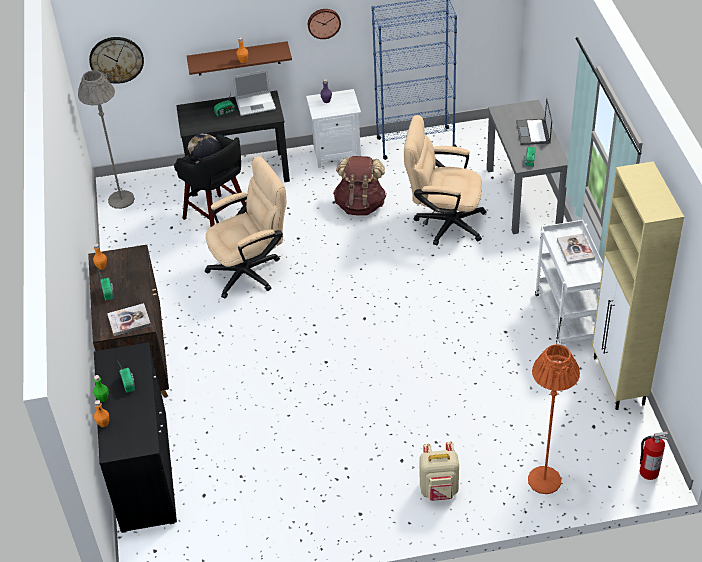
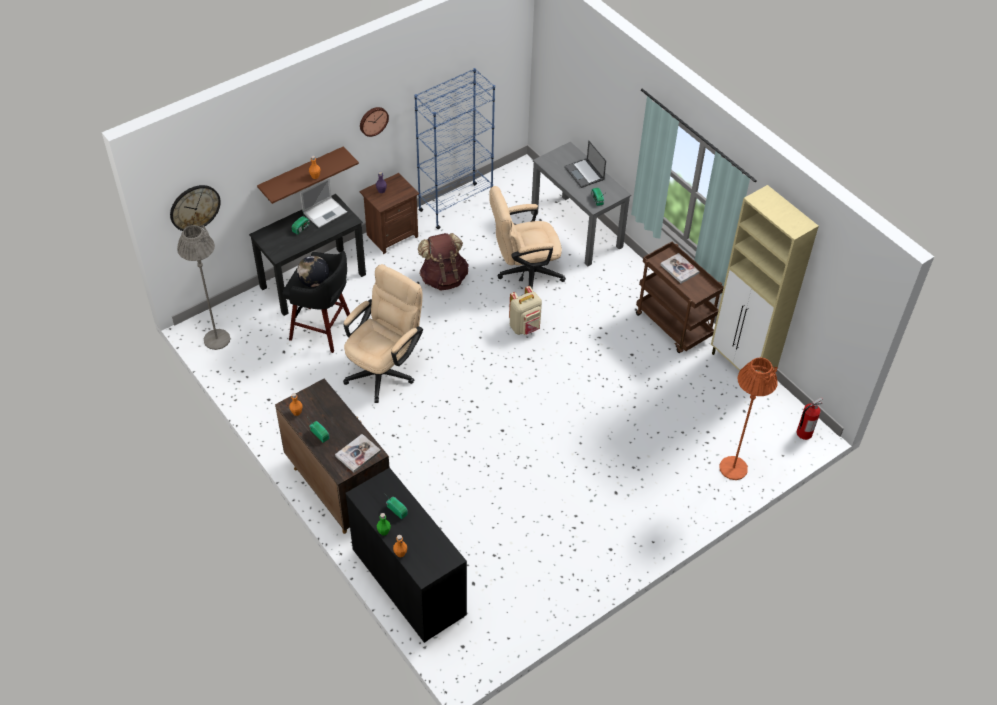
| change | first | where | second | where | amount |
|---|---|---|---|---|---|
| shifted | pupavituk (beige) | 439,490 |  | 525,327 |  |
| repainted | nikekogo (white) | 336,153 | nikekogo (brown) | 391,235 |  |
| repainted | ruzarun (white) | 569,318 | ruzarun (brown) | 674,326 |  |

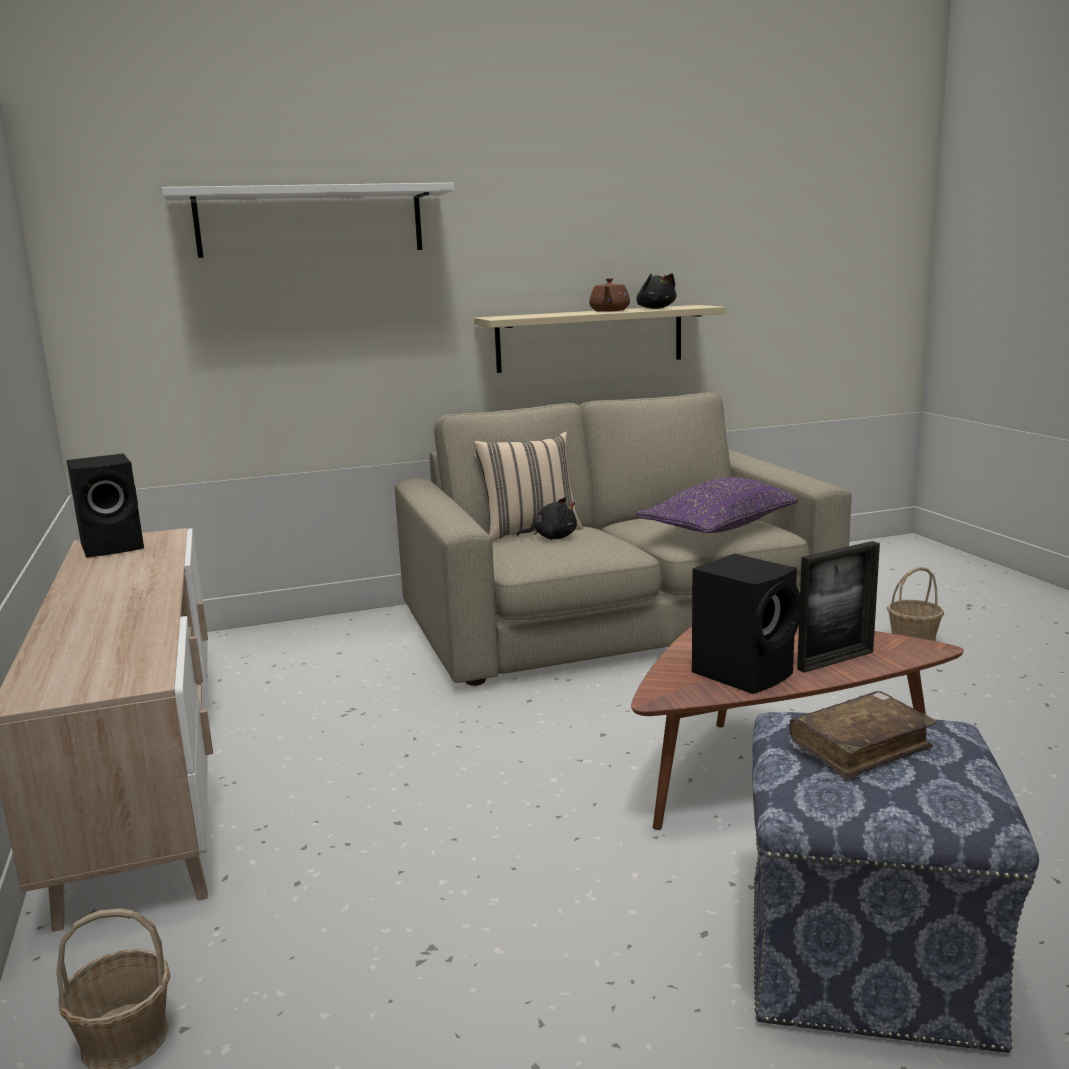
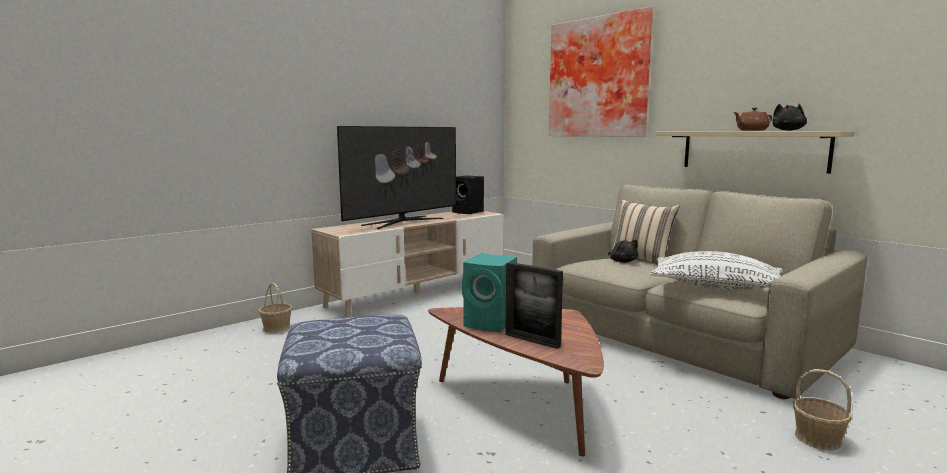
| change | first | where | second | where | amount |
|---|---|---|---|---|---|
| gone | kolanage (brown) | 860,747 |  |  |  |
| new |  |  | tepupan | 402,222 |  |
| swapped | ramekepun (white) | 310,222 | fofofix | 599,78 |  |
| repainted | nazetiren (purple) | 723,527 | nazetiren (white) | 716,287 |  |
| repainted | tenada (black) | 745,673 | tenada (turquoise) | 491,323 |  |

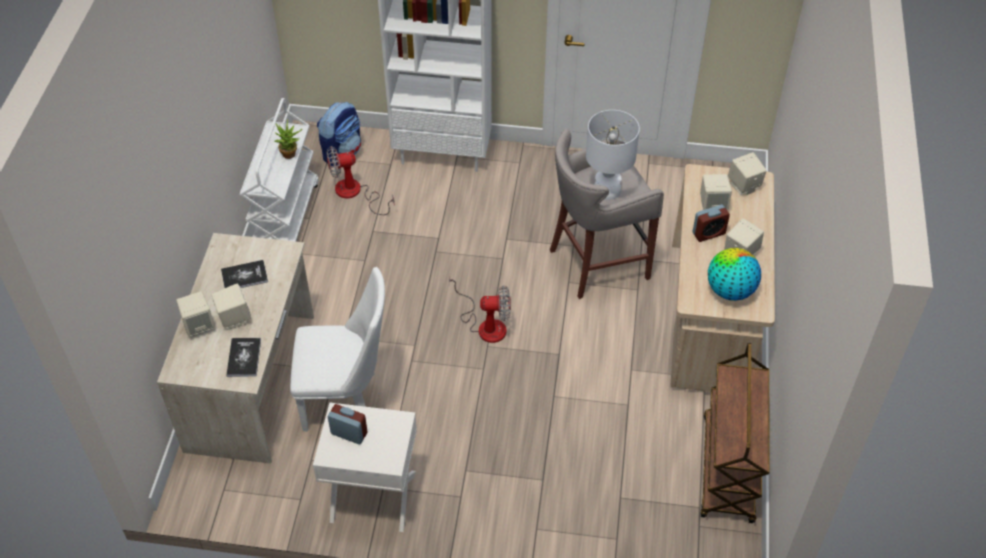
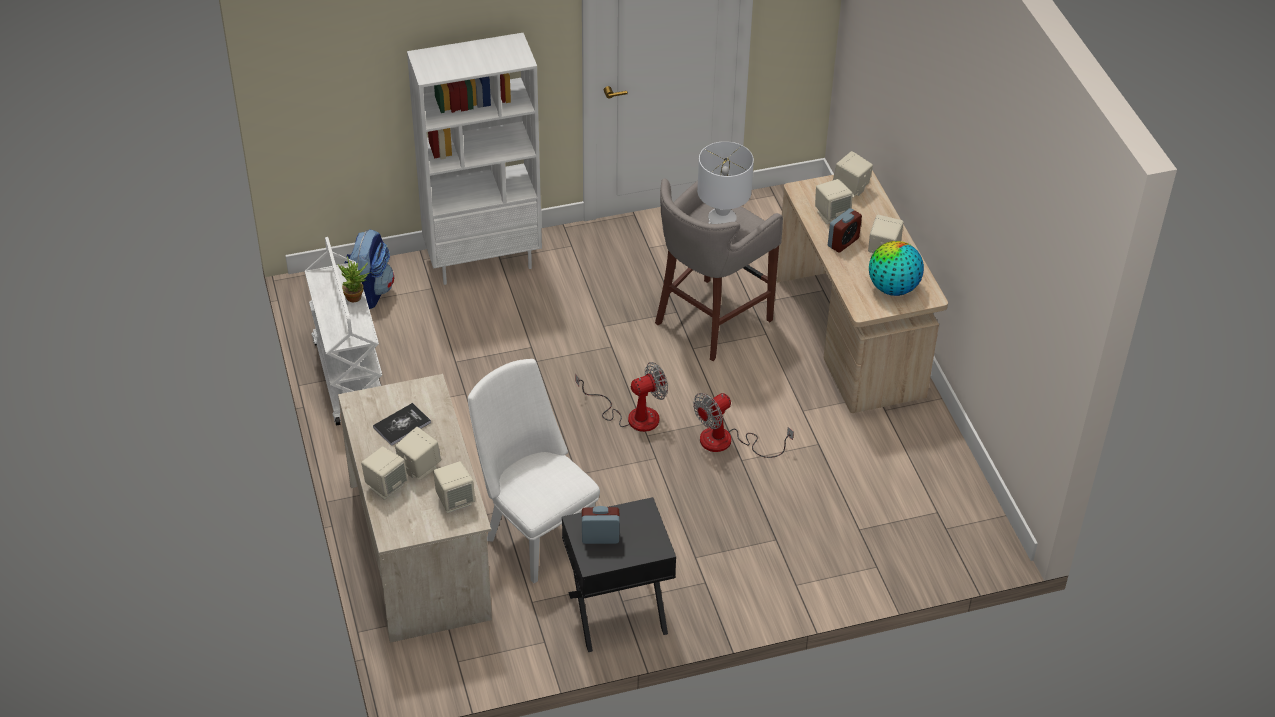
| change | first | where | second | where | amount |
|---|---|---|---|---|---|
| gone | ruzarun (brown) | 728,469 |  |  |  |
| shifted | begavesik | 355,193 |  | 727,442 |  |
| swapped | kolanage | 244,358 | tenada (beige) | 455,500 |  |
| repainted | nikekogo (white) | 373,497 | nikekogo (black) | 618,614 |  |
| rotated | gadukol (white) | 347,401 |  | 535,535 | 105 degrees counterclockwise |

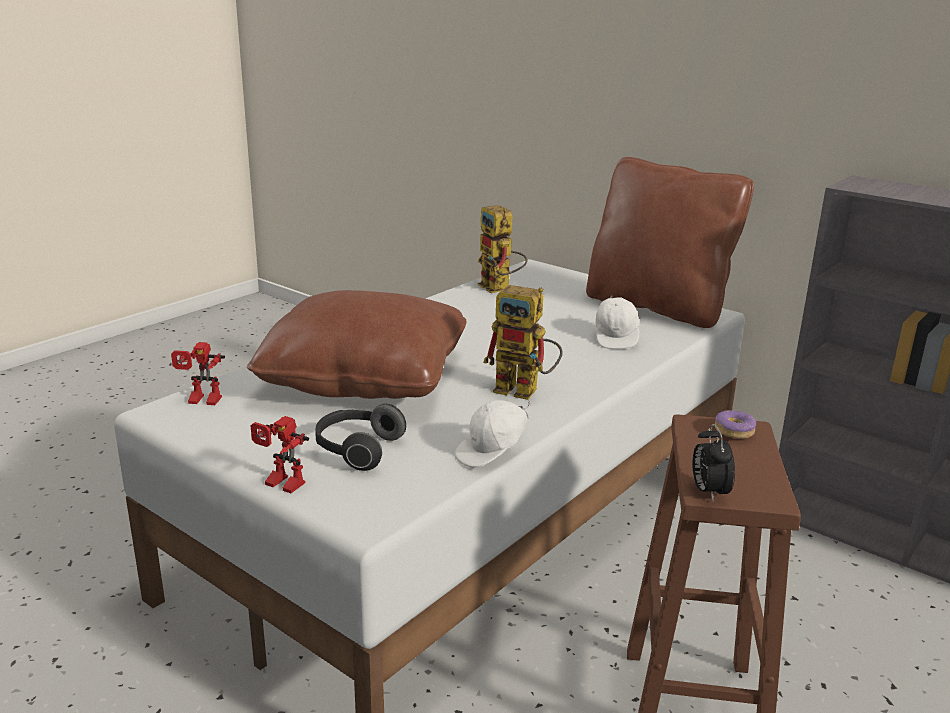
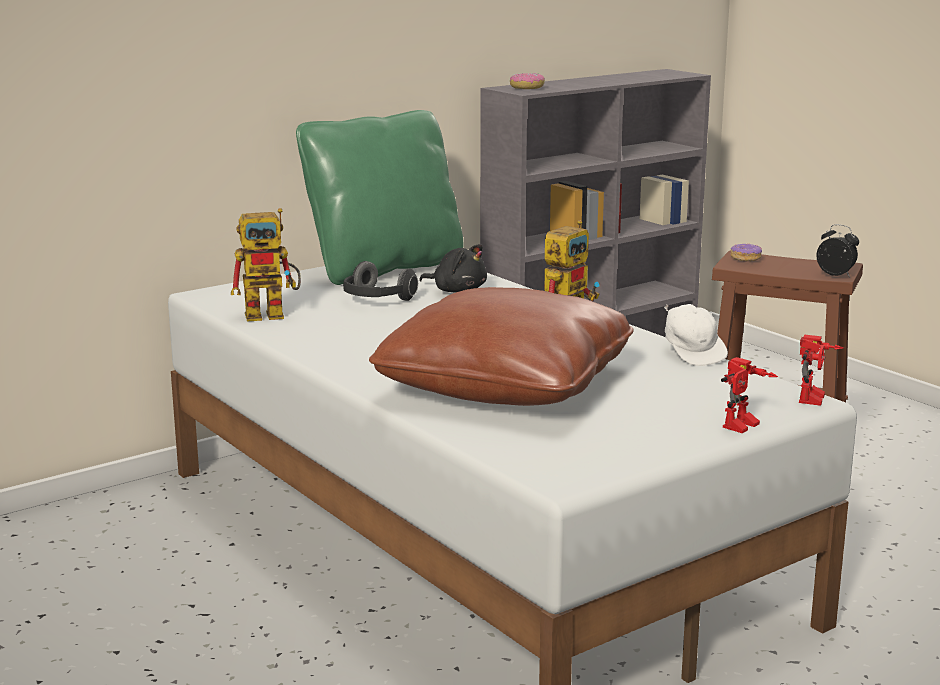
| change | first | where | second | where | amount |
|---|---|---|---|---|---|
| new |  |  | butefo | 527,87 |  |
| shifted | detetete | 201,401 |  | 816,400 |  |
| shifted | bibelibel | 357,450 |  | 376,300 |  |
| swapped | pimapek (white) | 616,338 | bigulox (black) | 457,291 |  |
| repainted | nazetiren (brown) | 657,307 | nazetiren (green) | 384,268 |  |
| rotated | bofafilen | 708,492 |  | 836,275 | 150 degrees counterclockwise |

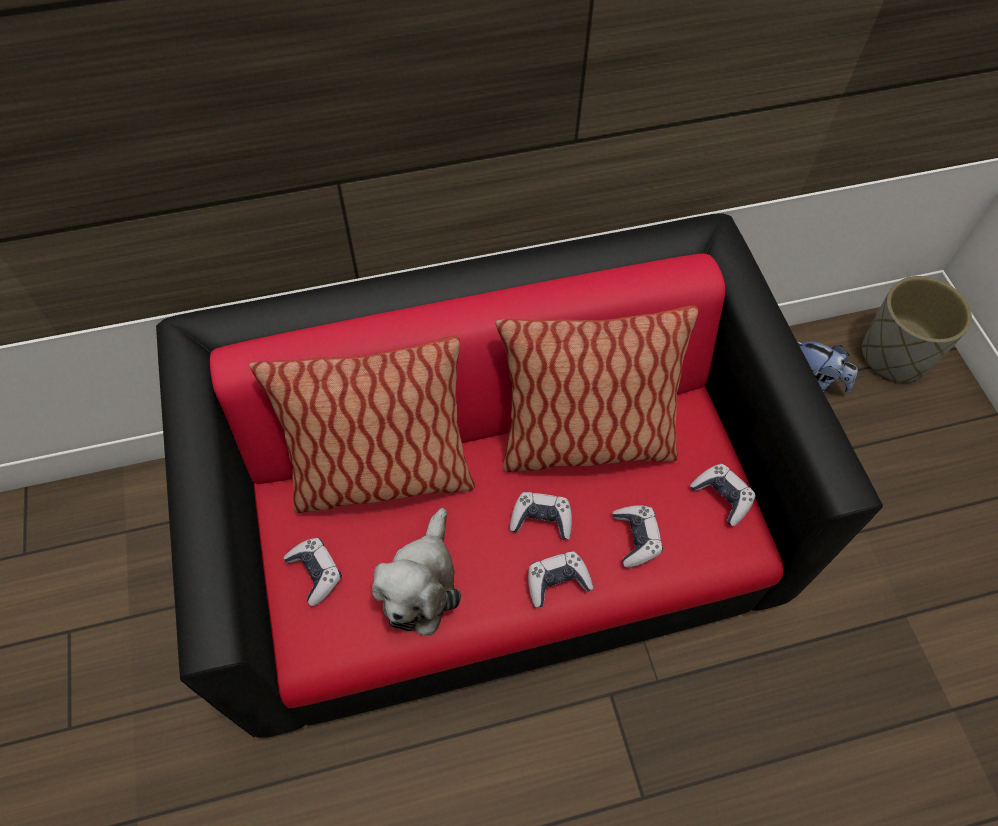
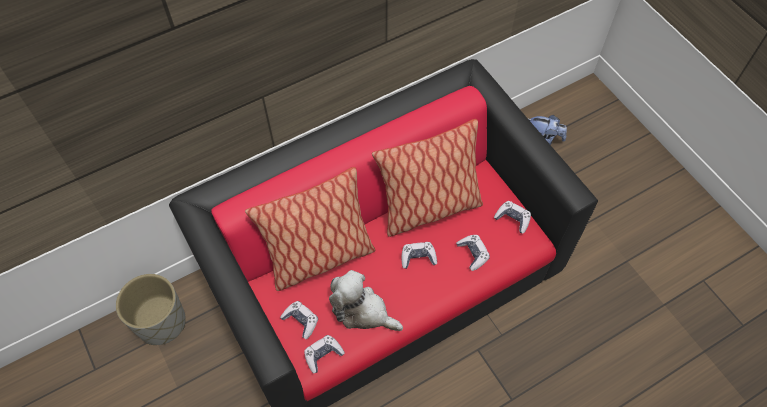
| change | first | where | second | where | amount |
|---|---|---|---|---|---|
| shifted | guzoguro | 557,581 |  | 323,355 |  |
| shifted | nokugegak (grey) | 895,355 |  | 161,322 |  |
| rotated | bigulox | 420,584 |  | 362,311 | 120 degrees clockwise |

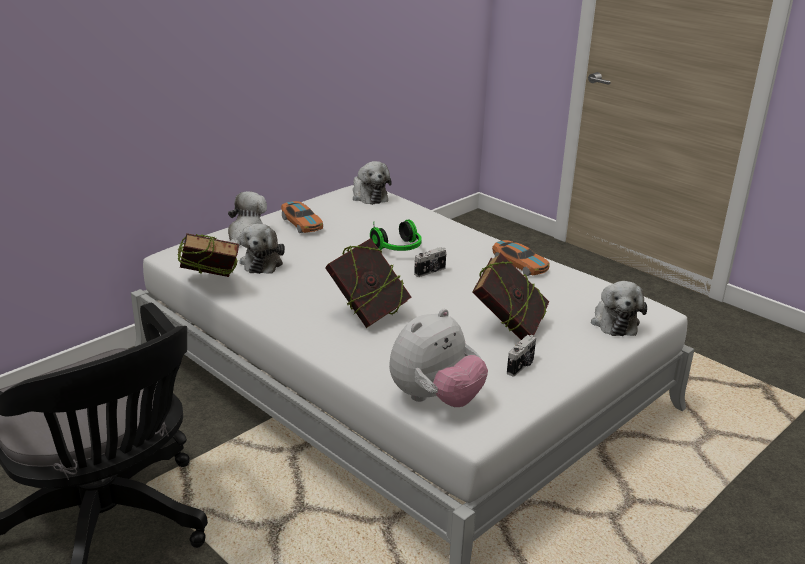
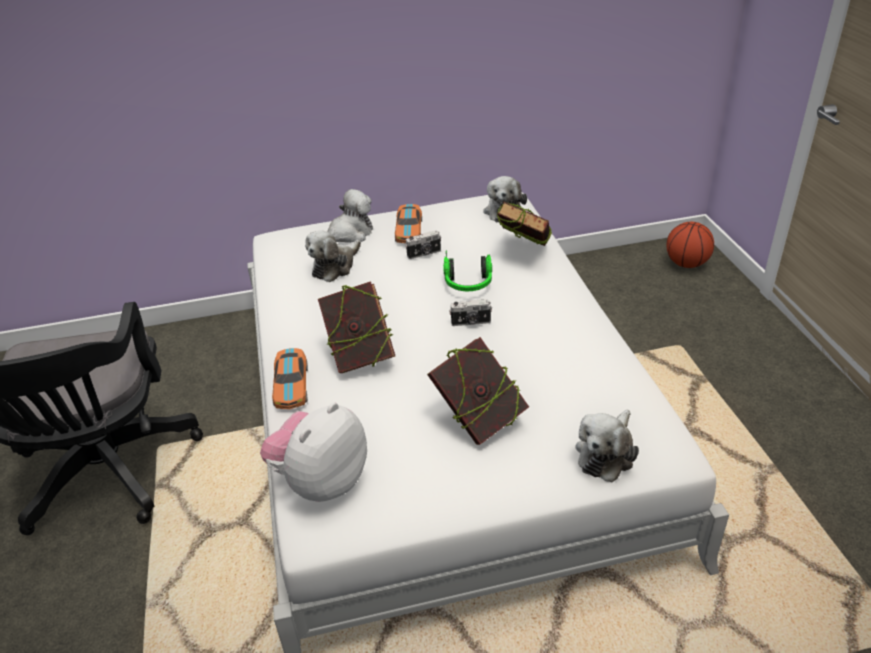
| change | first | where | second | where | amount |
|---|---|---|---|---|---|
| new |  |  | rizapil | 686,264 |  |
| shifted | kolanage | 211,286 |  | 523,252 |  |
| shifted | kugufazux | 520,264 |  | 291,385 |  |
| shifted | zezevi | 521,366 |  | 424,254 |  |
| rotated | bigulox | 435,399 |  | 321,481 | 135 degrees clockwise |

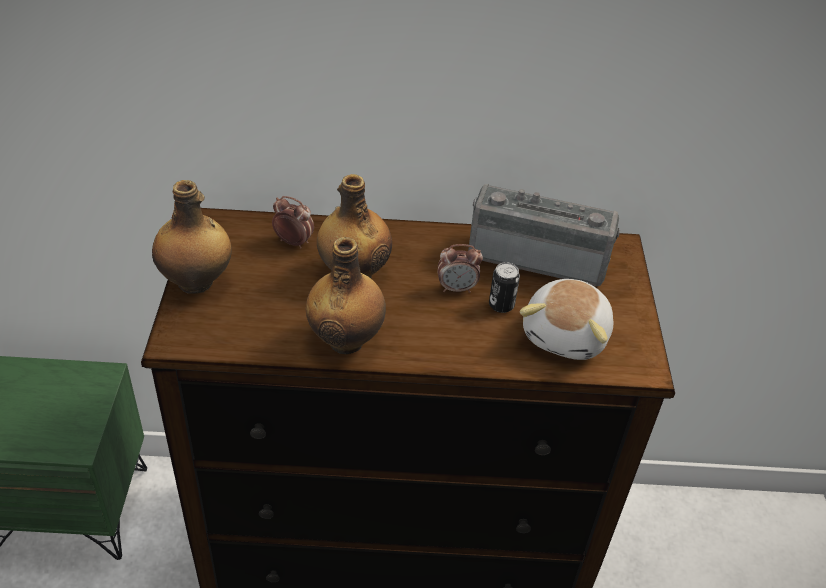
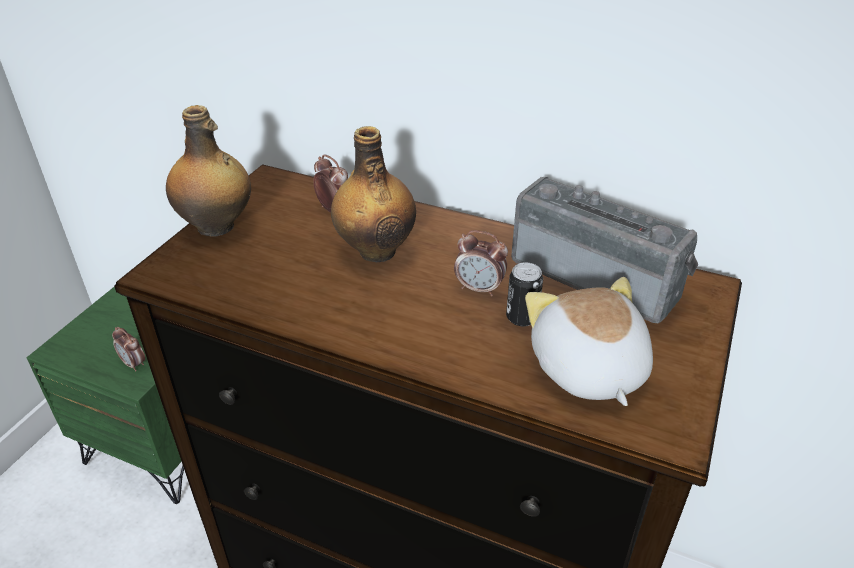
| change | first | where | second | where | amount |
|---|---|---|---|---|---|
| gone | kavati | 346,339 |  |  |  |
| new |  |  | bofafilen | 134,364 |  |
| rotated | bigulox | 567,335 |  | 587,369 | 120 degrees clockwise |

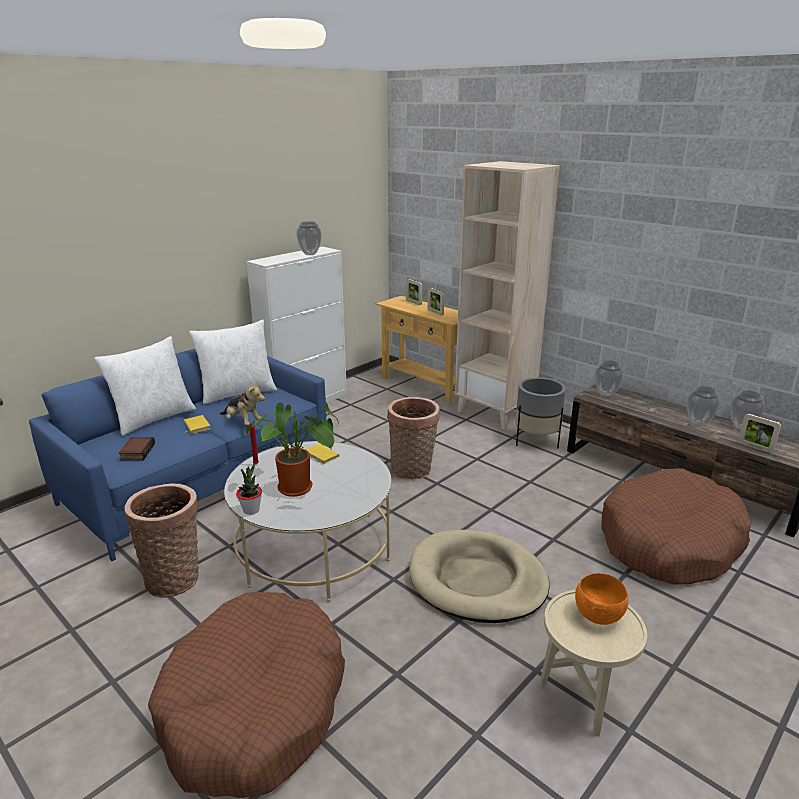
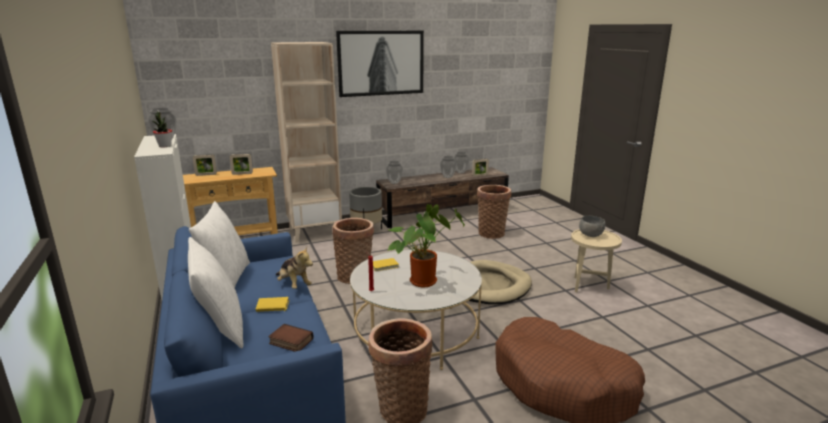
| change | first | where | second | where | amount |
|---|---|---|---|---|---|
| new |  |  | fofofix | 381,63 |  |
| shifted | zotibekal | 251,510 |  | 165,146 |  |
| swapped | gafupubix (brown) | 669,542 | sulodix | 491,233 |  |
| repainted | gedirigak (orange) | 599,616 | gedirigak (grey) | 591,235 |  |
| rotated | bigulox | 243,422 |  | 294,285 | 75 degrees clockwise |

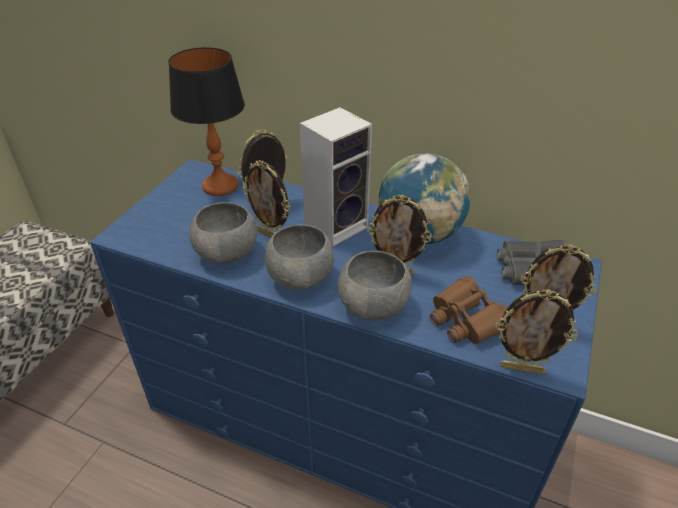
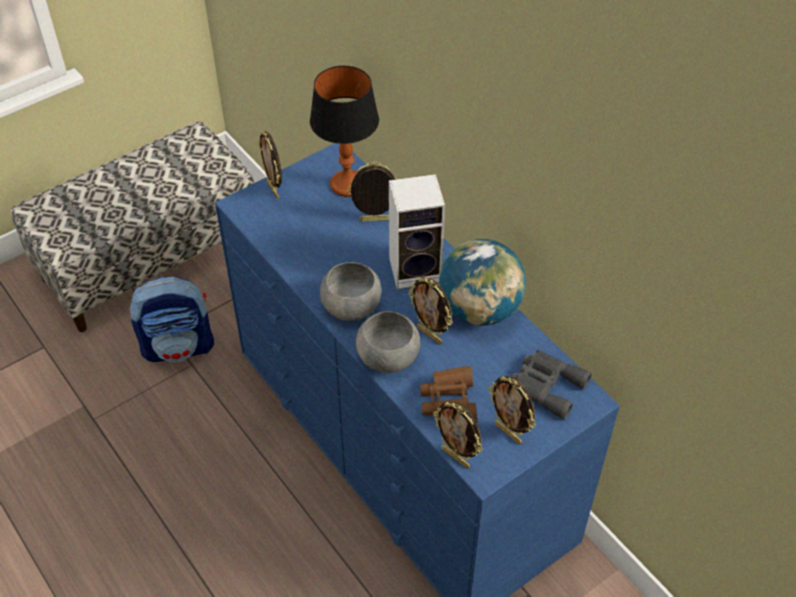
| change | first | where | second | where | amount |
|---|---|---|---|---|---|
| gone | gedirigak (grey) | 226,253 |  |  |  |
| new |  |  | pupavituk | 179,346 |  |
| shifted | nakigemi | 270,235 |  | 274,190 |  |

